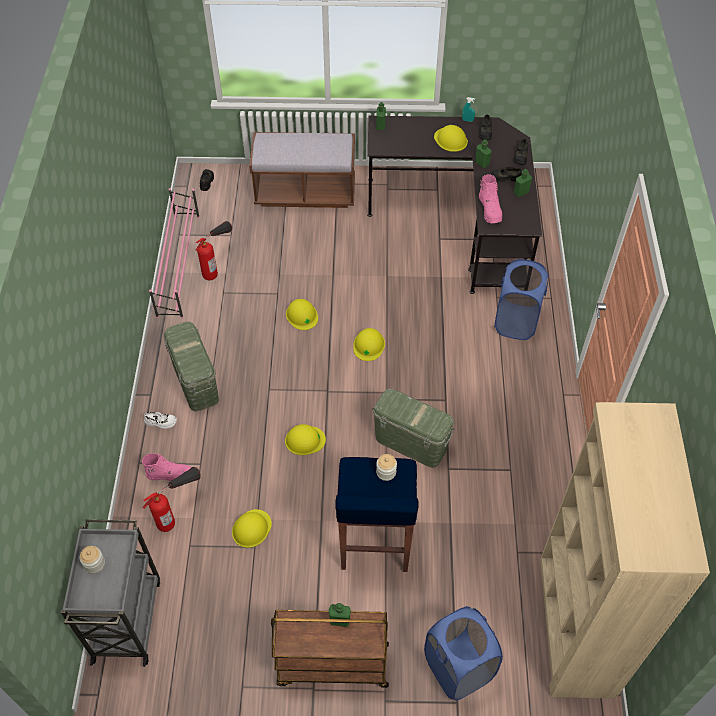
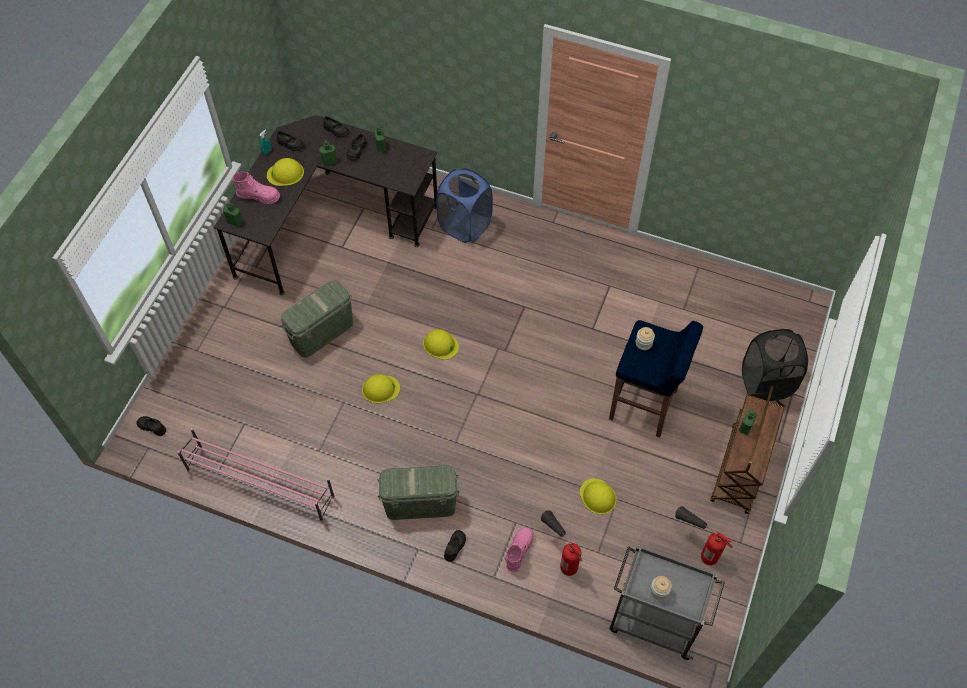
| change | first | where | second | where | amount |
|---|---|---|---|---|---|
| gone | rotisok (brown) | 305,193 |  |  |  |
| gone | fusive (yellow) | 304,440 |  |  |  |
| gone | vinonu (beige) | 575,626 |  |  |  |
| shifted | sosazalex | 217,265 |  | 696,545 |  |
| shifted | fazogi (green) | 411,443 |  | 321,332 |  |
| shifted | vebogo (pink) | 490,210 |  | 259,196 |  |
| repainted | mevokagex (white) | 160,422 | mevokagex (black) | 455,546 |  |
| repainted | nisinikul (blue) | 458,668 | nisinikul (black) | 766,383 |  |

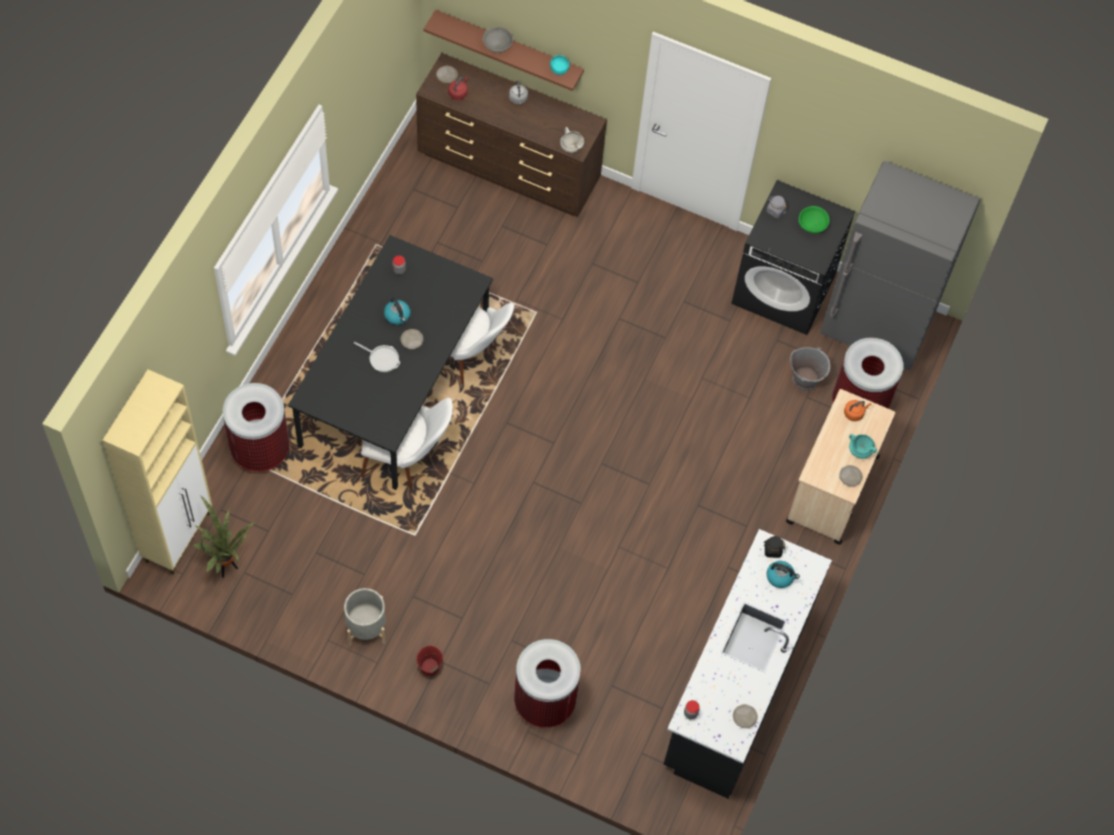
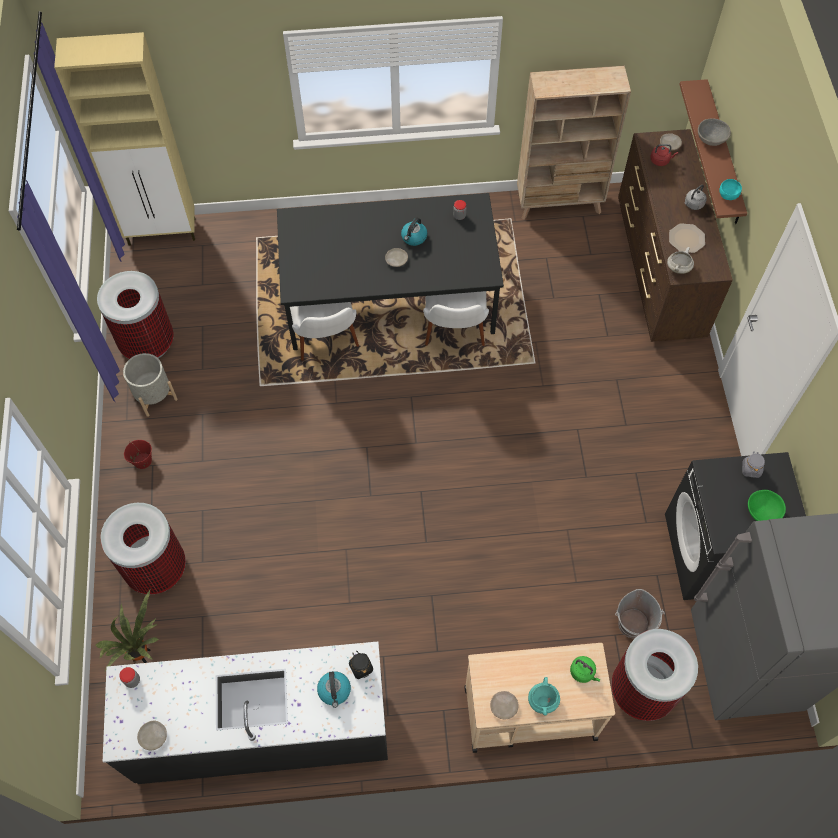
| change | first | where | second | where | amount |
|---|---|---|---|---|---|
| gone | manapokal | 382,358 |  |  |  |
| new |  |  | vinonu (beige) | 559,203 |  |
| new |  |  | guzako | 687,239 |  |
| shifted | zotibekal | 227,567 |  | 145,658 |  |
| shifted | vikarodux | 260,450 |  | 147,342 |  |
| repainted | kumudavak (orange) | 854,413 | kumudavak (green) | 583,672 |  |

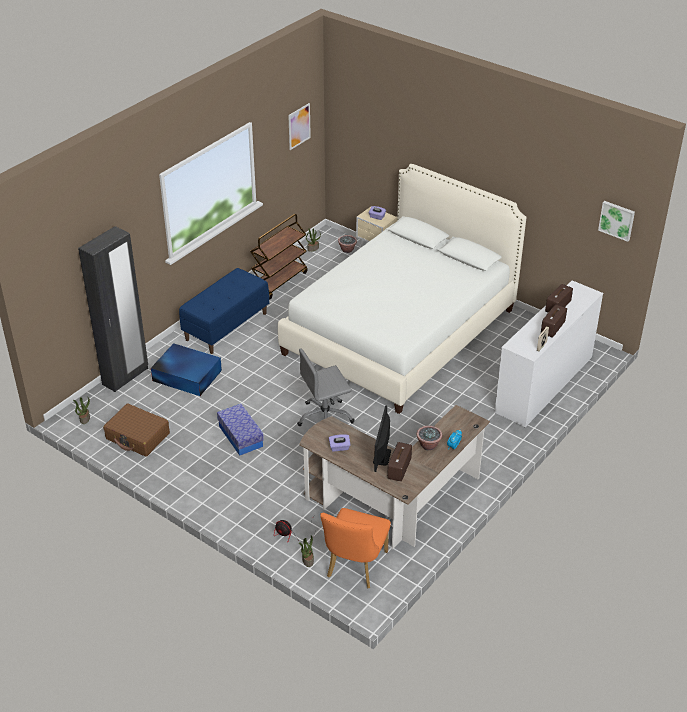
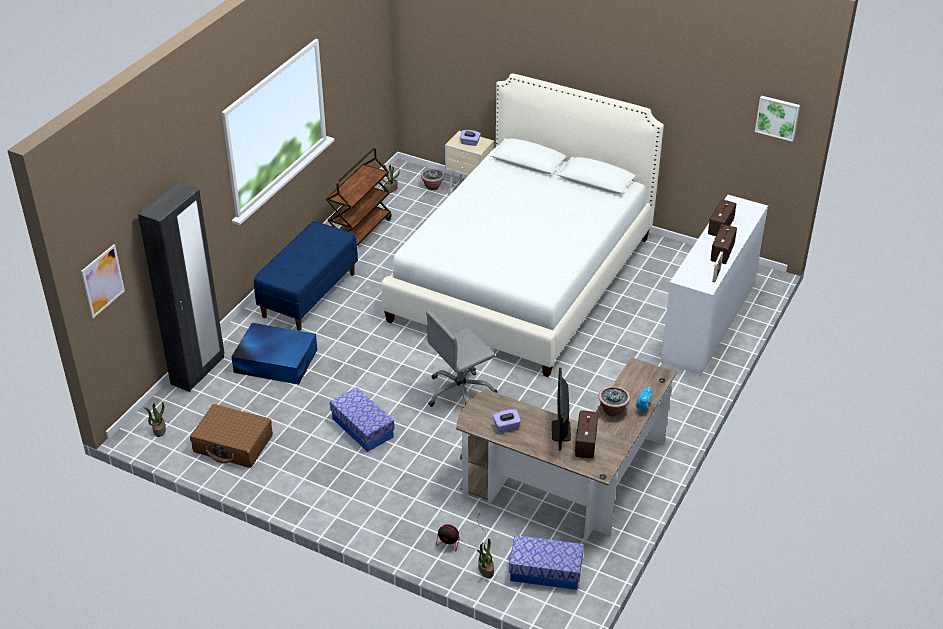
| change | first | where | second | where | amount |
|---|---|---|---|---|---|
| shifted | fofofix | 299,126 |  | 102,281 |  |
| swapped | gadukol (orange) | 354,567 | fazogi | 545,571 |  |

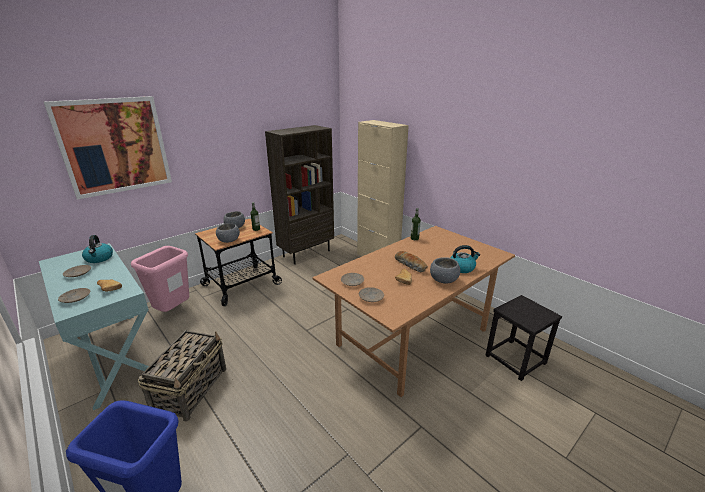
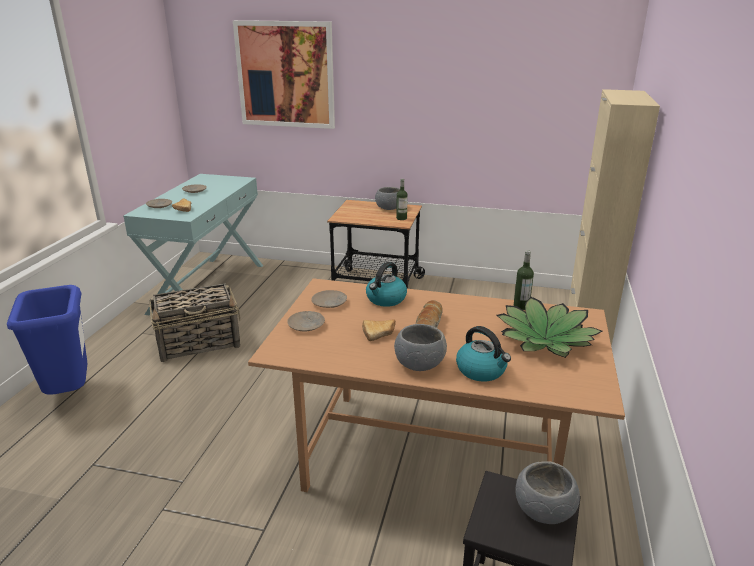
| change | first | where | second | where | amount |
|---|---|---|---|---|---|
| gone | vikarodux (pink) | 174,311 |  |  |  |
| gone | vinonu (brown) | 306,253 |  |  |  |
| new |  |  | zotibekal | 545,339 |  |
| shifted | kumudavak | 99,258 |  | 386,299 |  |
| shifted | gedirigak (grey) | 229,240 |  | 544,510 |  |

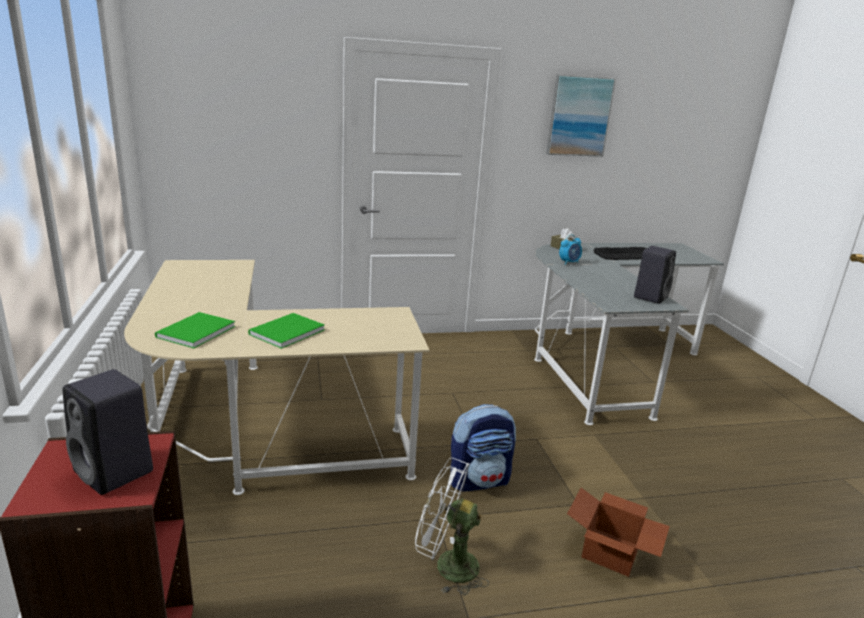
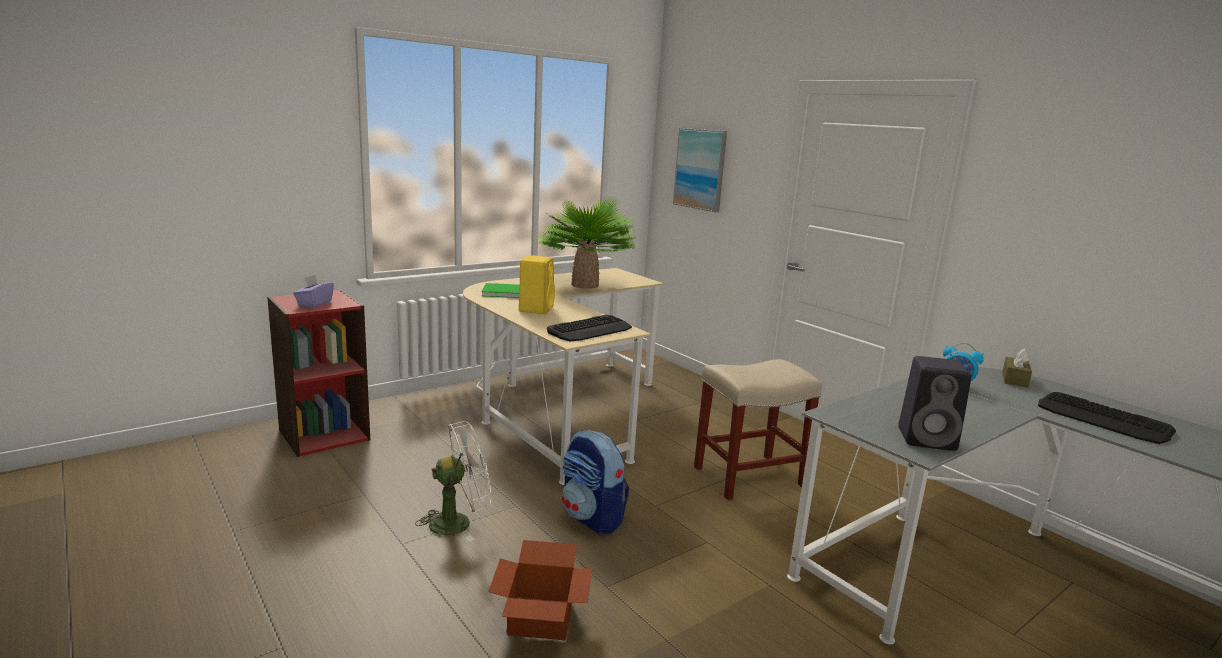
| change | first | where | second | where | amount |
|---|---|---|---|---|---|
| new |  |  | zotibekal | 585,285 |  |
| new |  |  | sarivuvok | 590,330 |  |
| new |  |  | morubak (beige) | 747,477 |  |
| shifted | fofofix | 579,116 |  | 700,169 |  |
| swapped | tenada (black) | 116,472 | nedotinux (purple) | 314,303 |  |
| swapped | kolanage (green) | 284,332 | tenada (yellow) | 536,309 |  |
| rotated | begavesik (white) | 447,565 |  | 459,522 | 75 degrees clockwise |

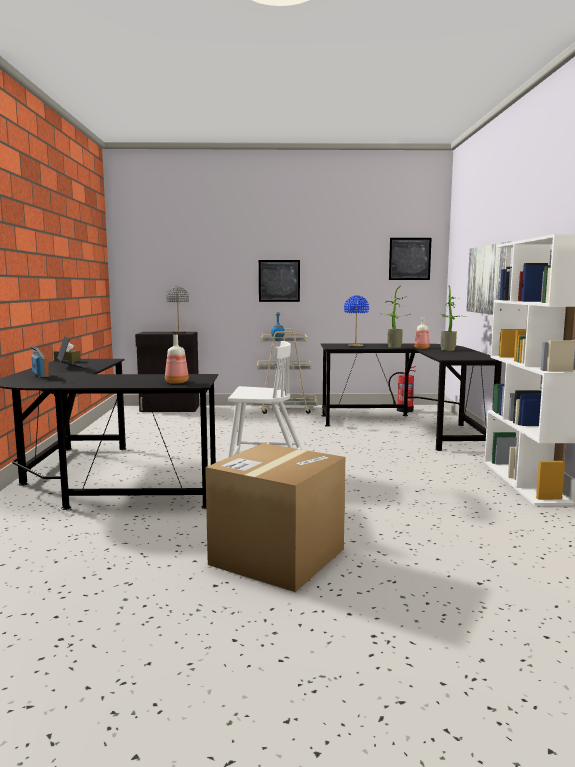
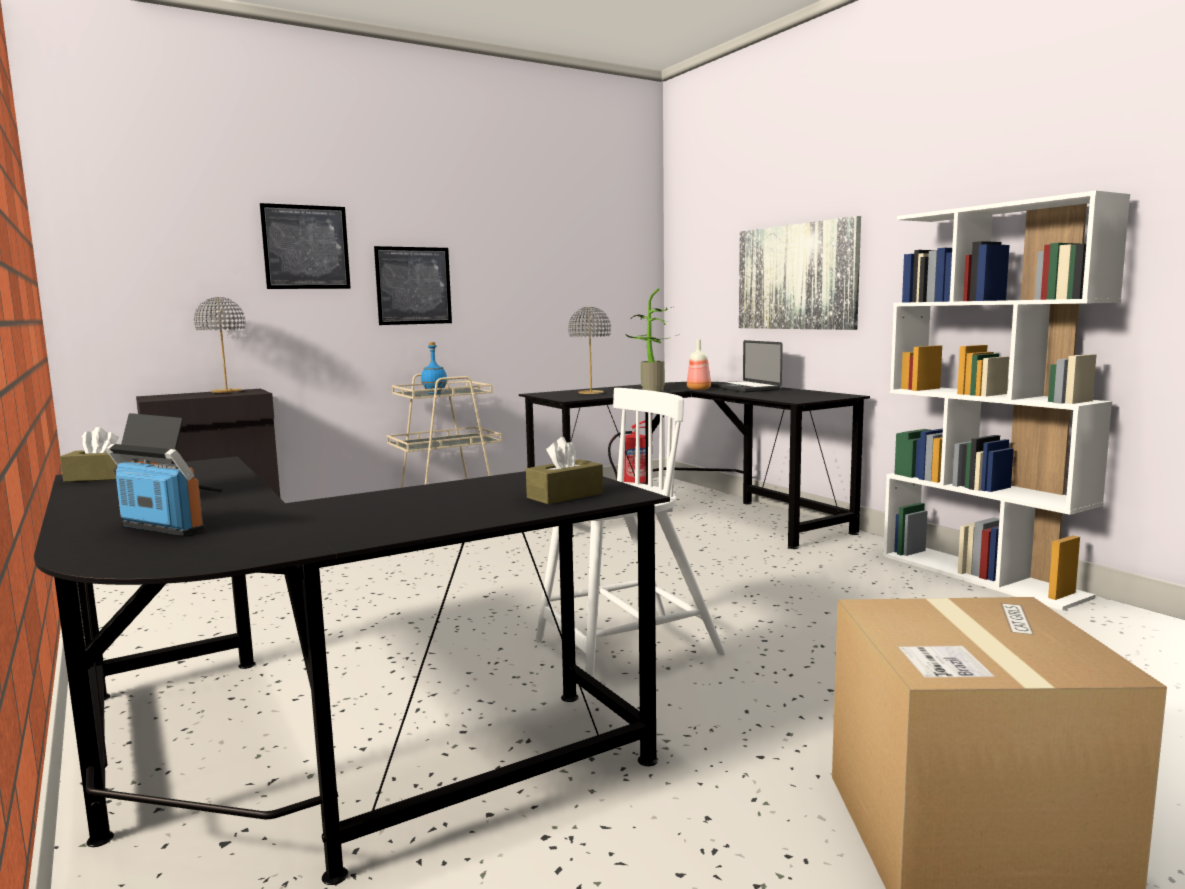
| change | first | where | second | where | amount |
|---|---|---|---|---|---|
| shifted | fofofix | 409,259 |  | 306,247 |  |
| swapped | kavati | 176,382 | nedotinux (brown) | 565,495 |  |
| swapped | zotibekal | 450,350 | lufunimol | 744,388 |  |
| repainted | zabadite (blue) | 355,346 | zabadite (grey) | 591,393 |  |

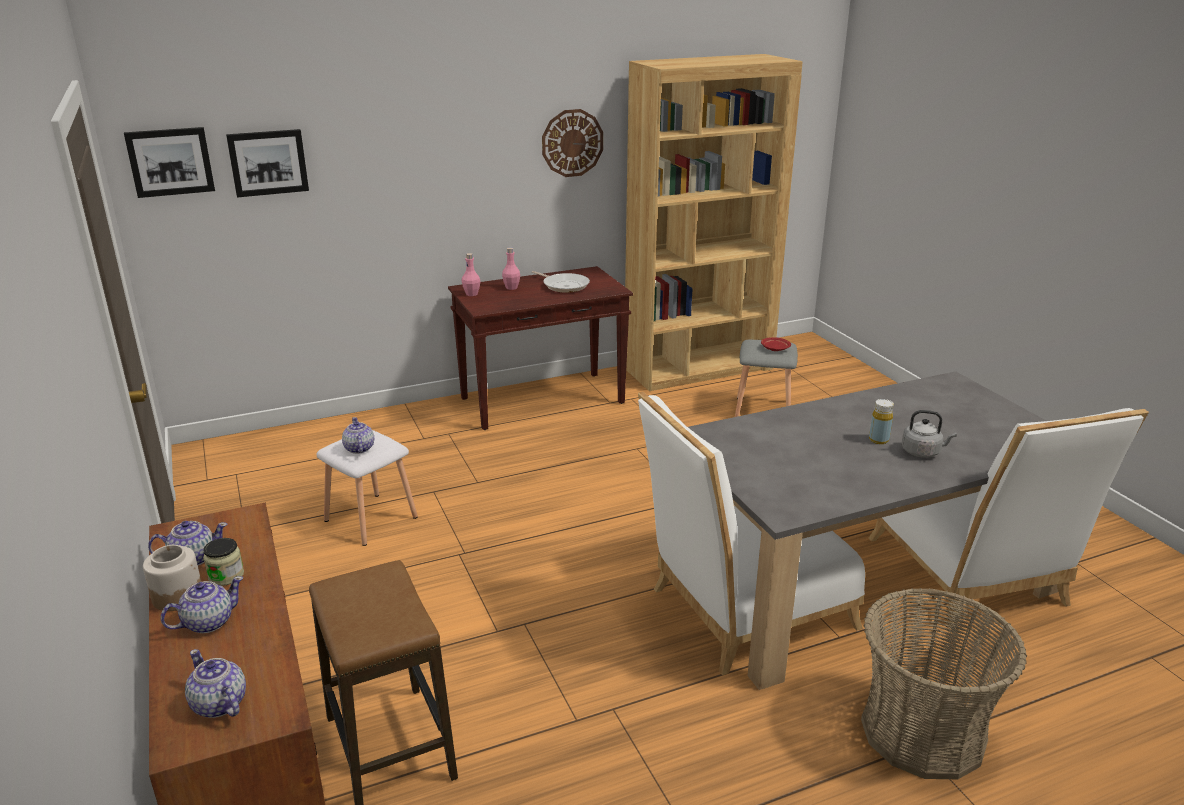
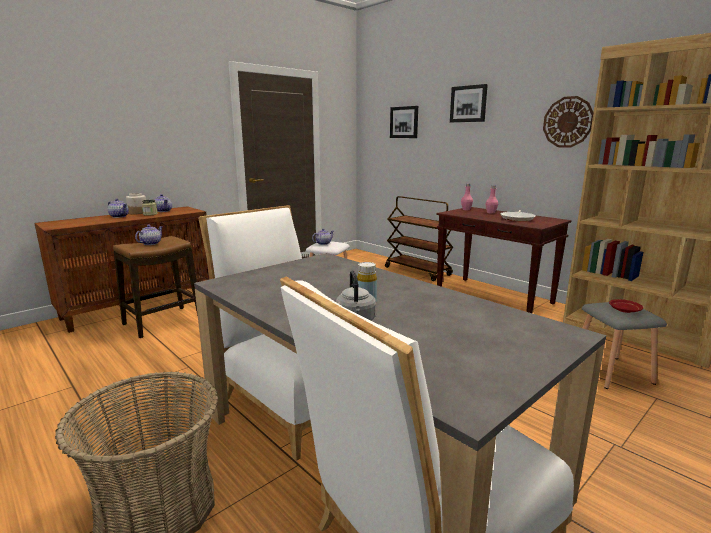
| change | first | where | second | where | amount |
|---|---|---|---|---|---|
| new |  |  | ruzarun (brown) | 418,271 |  |
| shifted | fofofix | 170,161 |  | 468,104 |  |
| shifted | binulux | 219,704 |  | 150,243 |  |

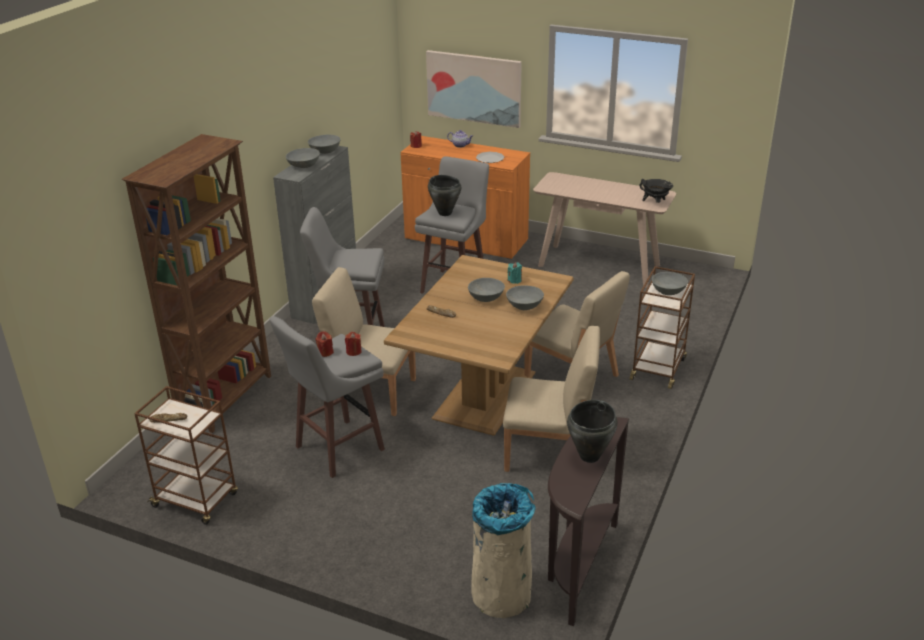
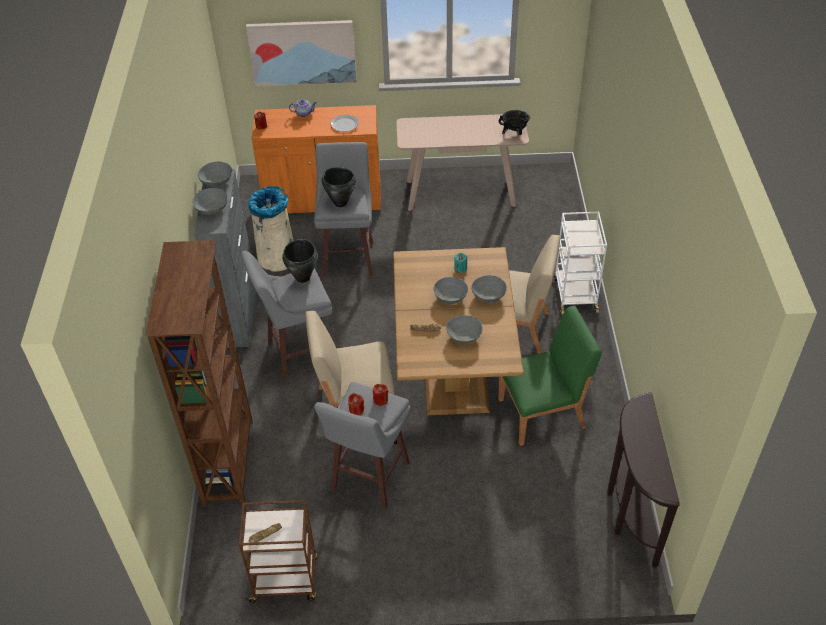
| change | first | where | second | where | amount |
|---|---|---|---|---|---|
| shifted | vikarodux (beige) | 502,592 |  | 277,257 |  |
| shifted | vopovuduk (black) | 590,456 |  | 303,277 |  |
| shifted | gedirigak (grey) | 668,291 |  | 464,336 |  |
| repainted | gadukol (beige) | 549,452 | gadukol (green) | 543,413 |  |
| repainted | ruzarun (brown) | 658,368 | ruzarun (white) | 575,294 |  |

